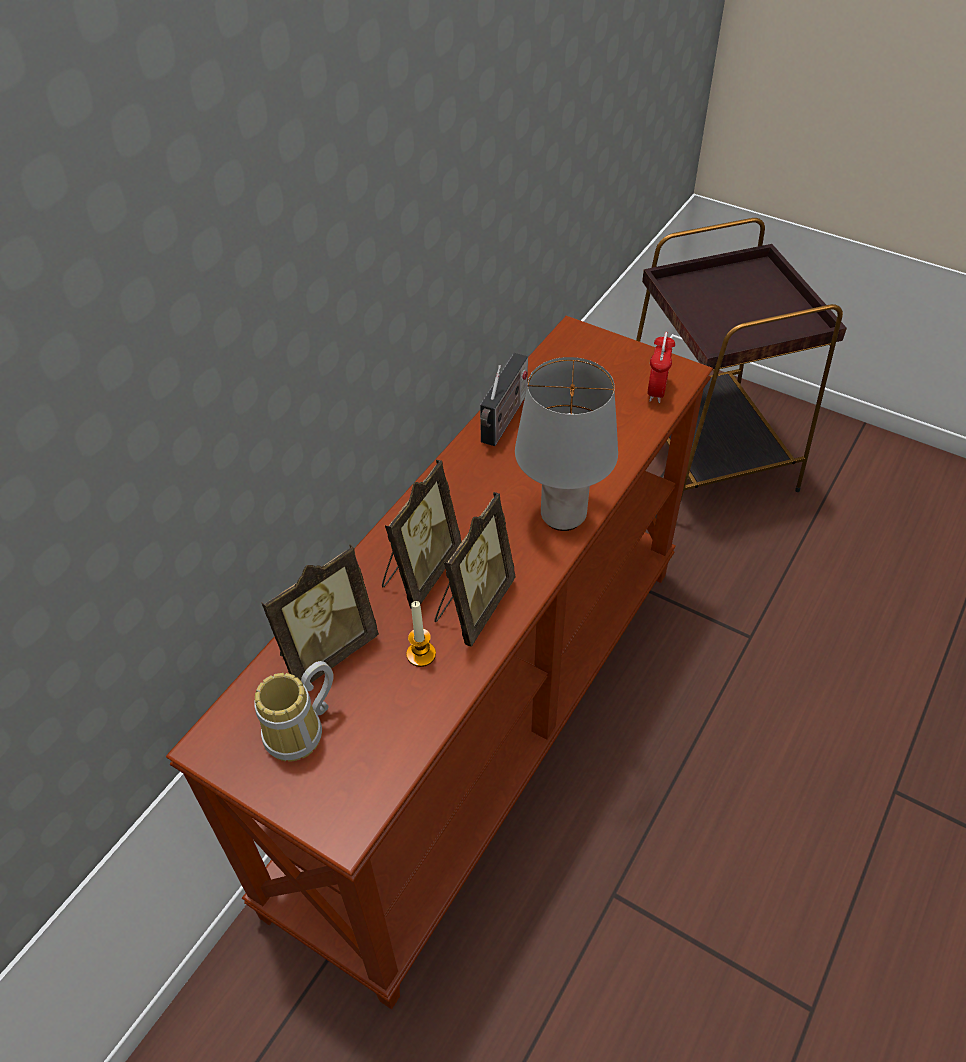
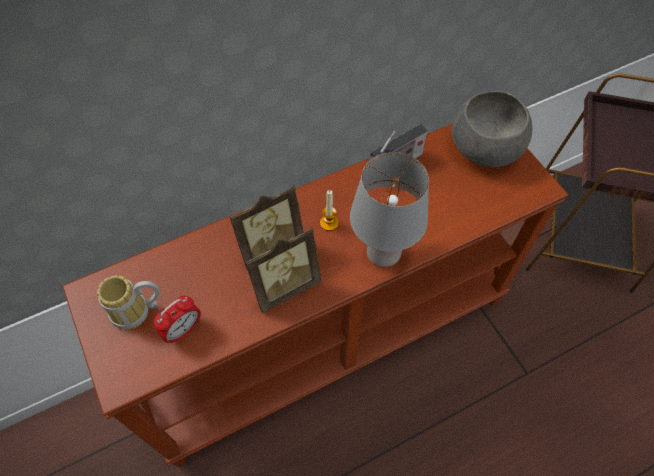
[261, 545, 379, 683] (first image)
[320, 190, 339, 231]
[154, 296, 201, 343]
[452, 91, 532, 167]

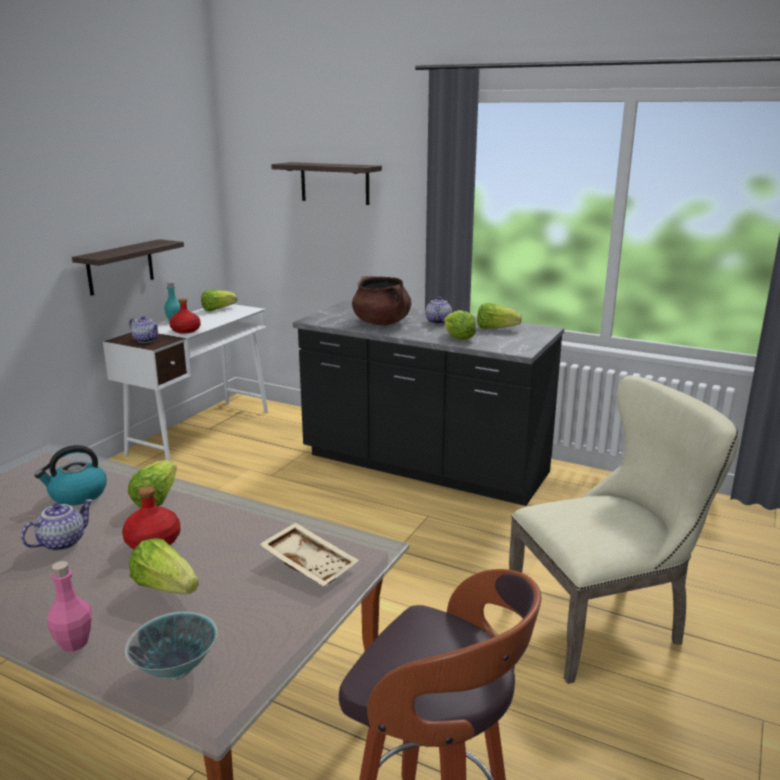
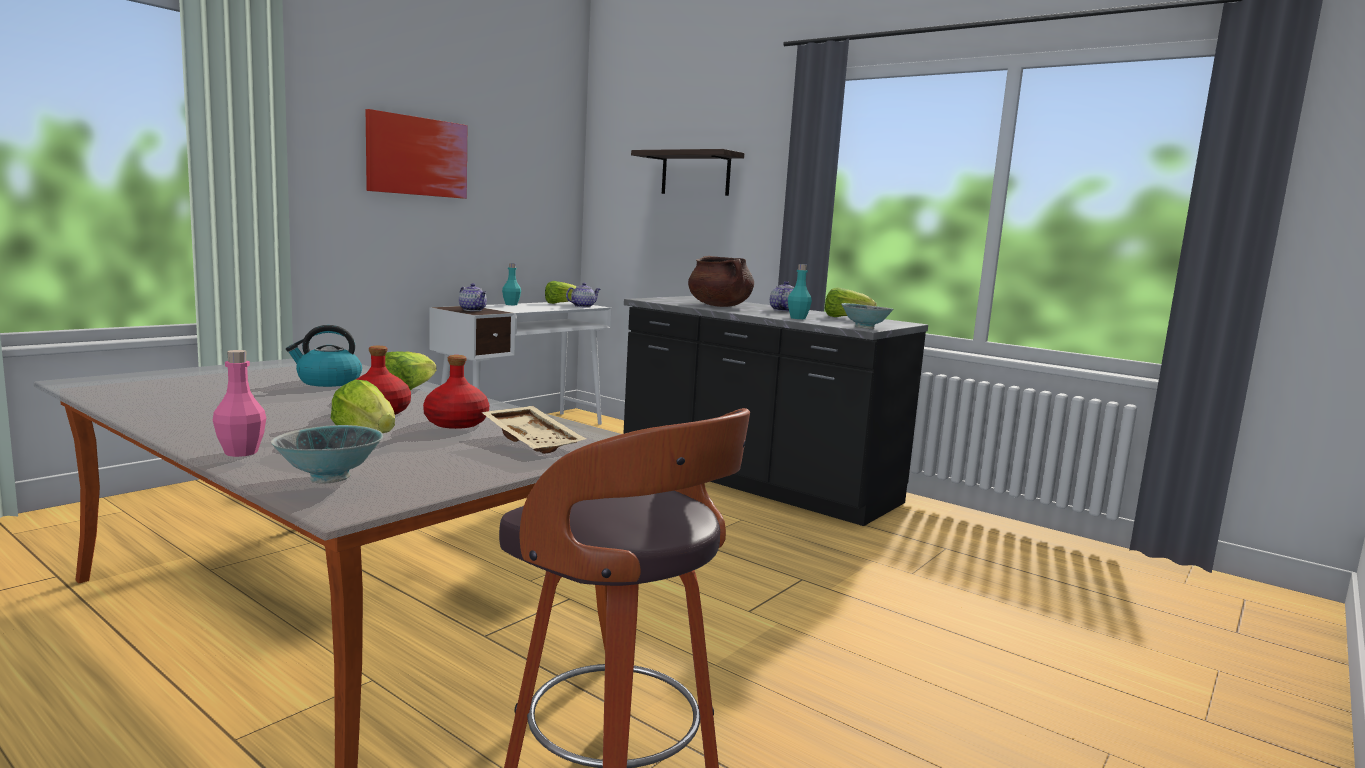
[566, 283, 600, 308]
[72, 239, 184, 296] (first image)
[423, 355, 489, 429]
[788, 264, 812, 319]
[509, 375, 739, 684] (first image)
[366, 109, 467, 199]
[841, 303, 894, 329]

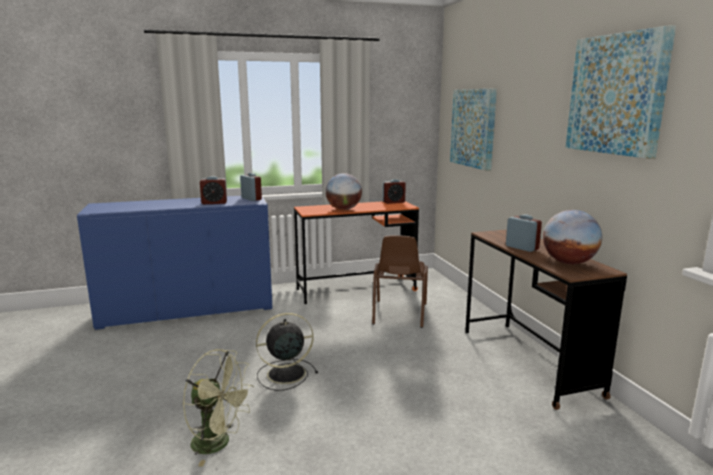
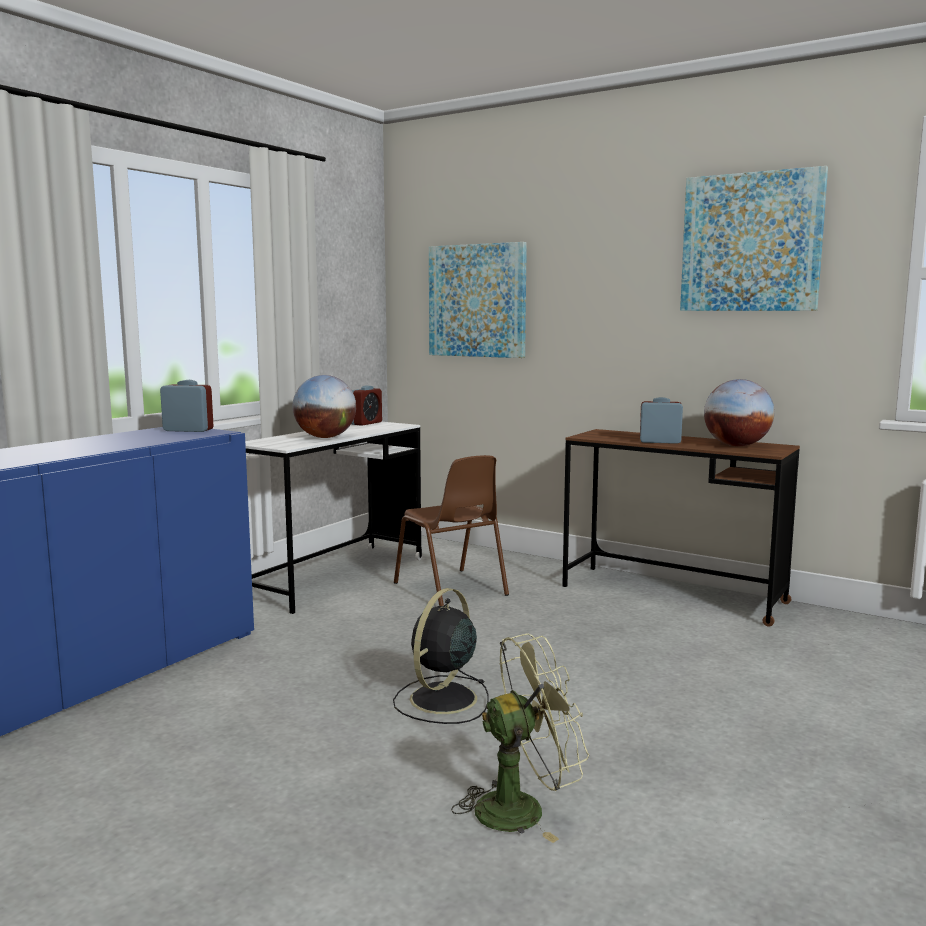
[200, 176, 227, 204] (first image)
[245, 422, 423, 614]

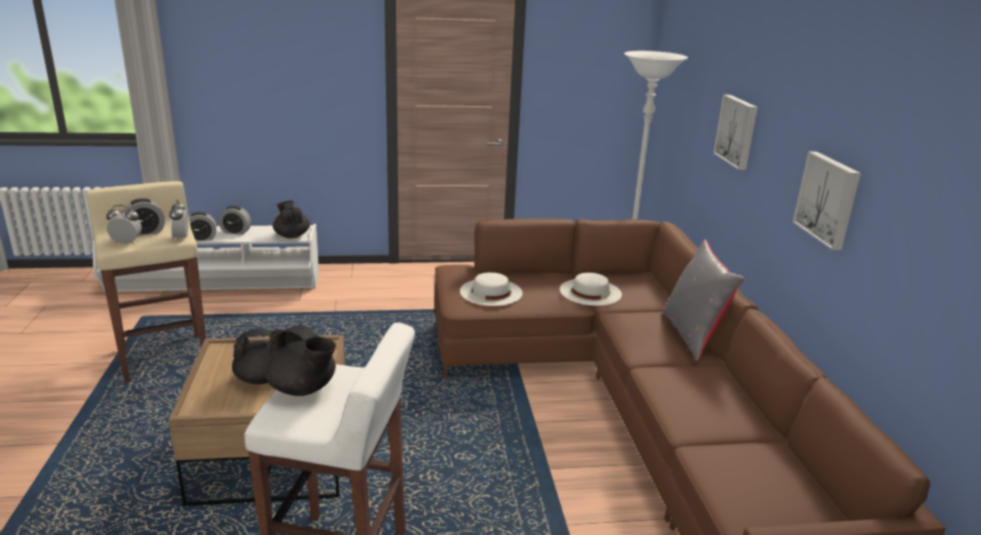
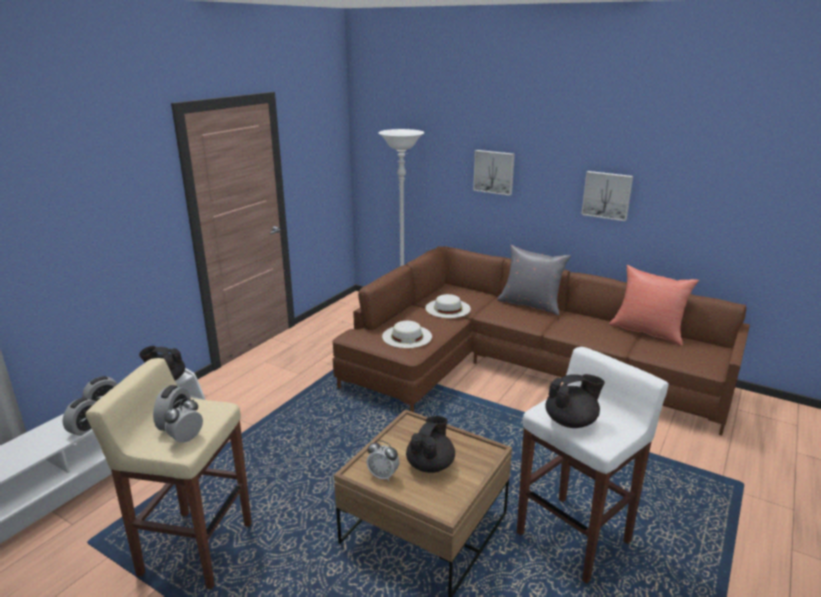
[367, 440, 399, 481]
[609, 265, 699, 346]

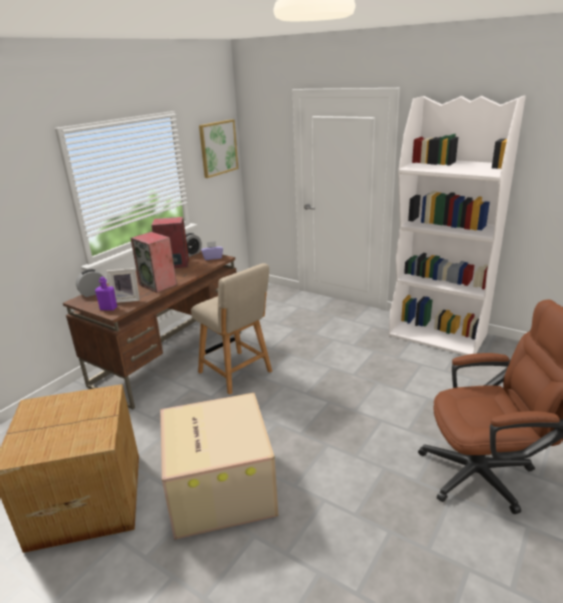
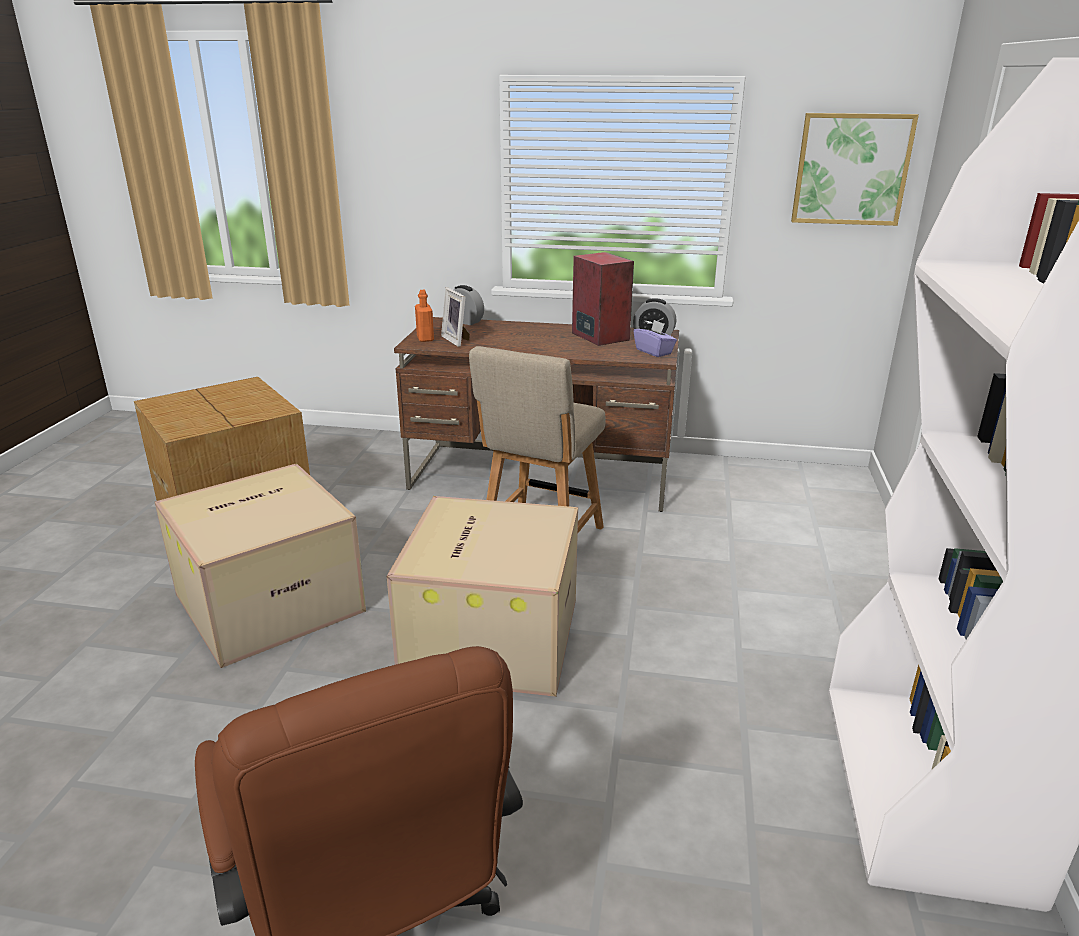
[415, 290, 434, 342]
[131, 232, 177, 293] (first image)
[386, 496, 578, 697]

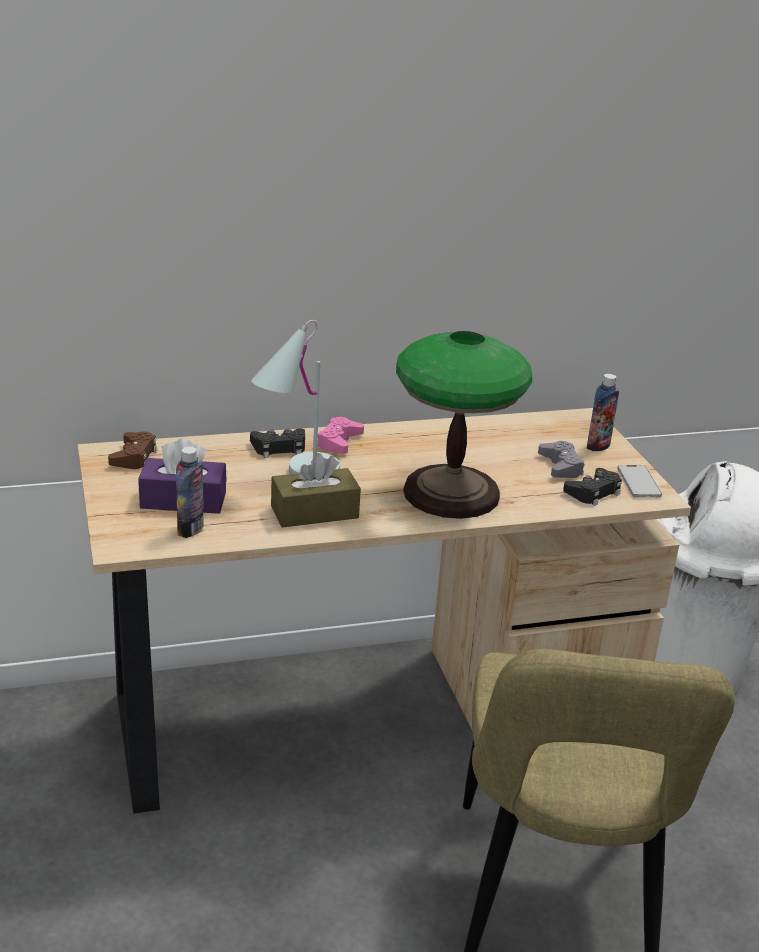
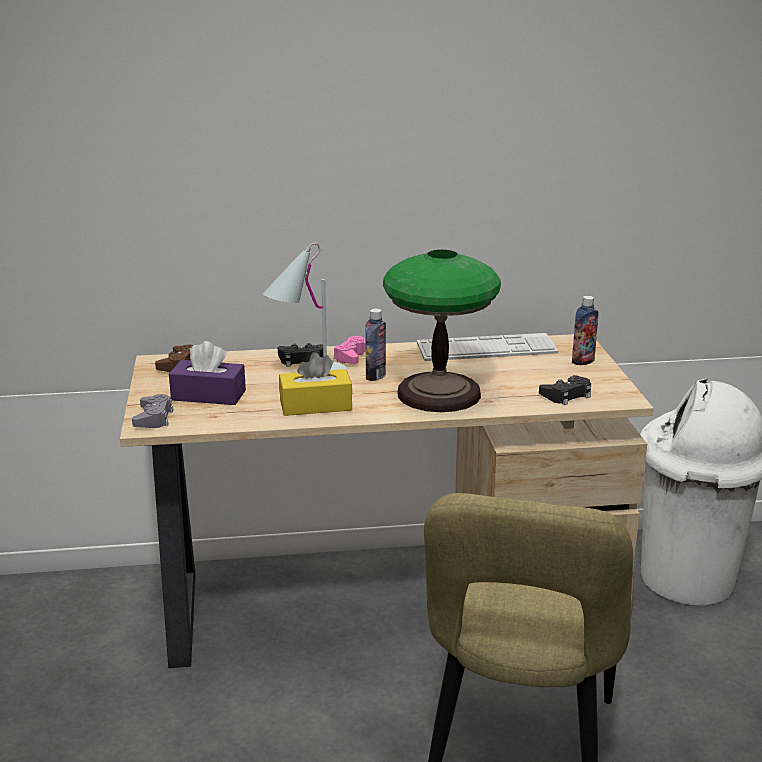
[365, 309, 386, 381]
[279, 352, 352, 416]
[132, 394, 173, 428]
[617, 465, 662, 498] (first image)
[417, 333, 558, 361]

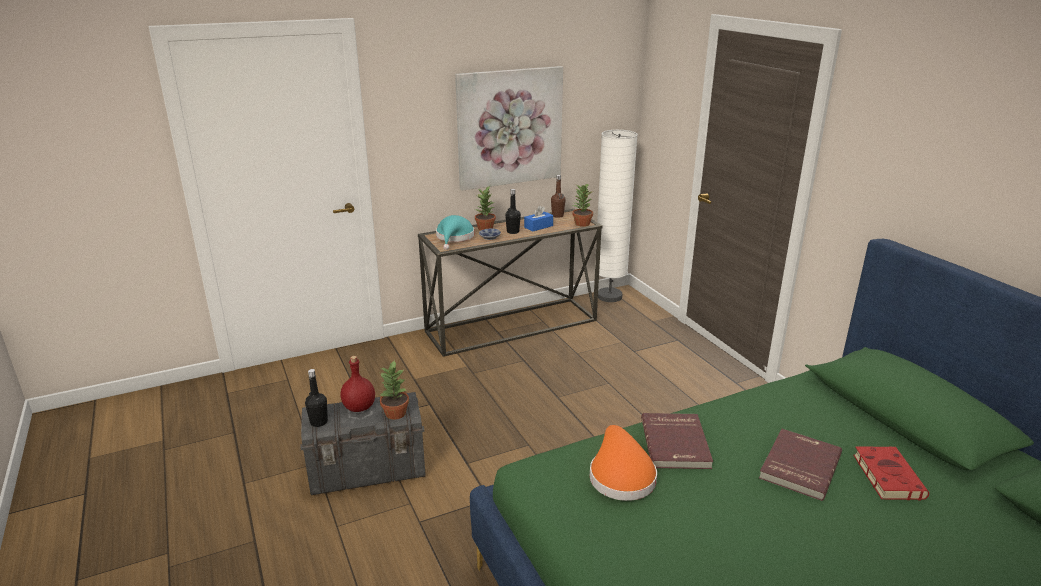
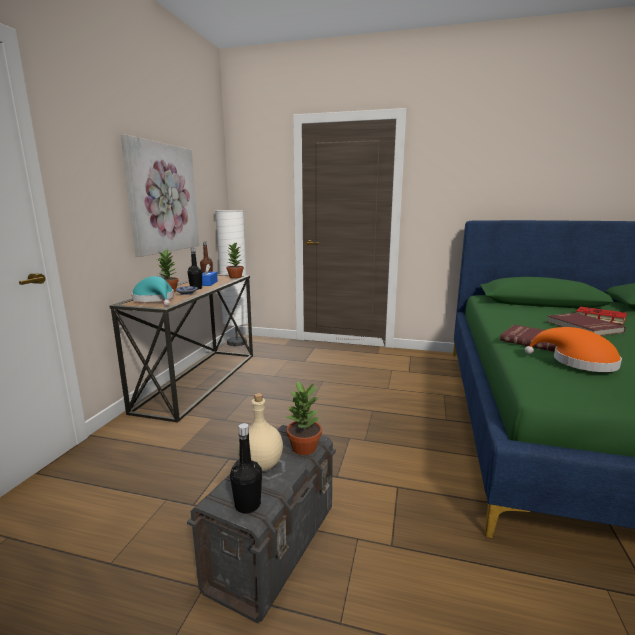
[237, 393, 283, 471]

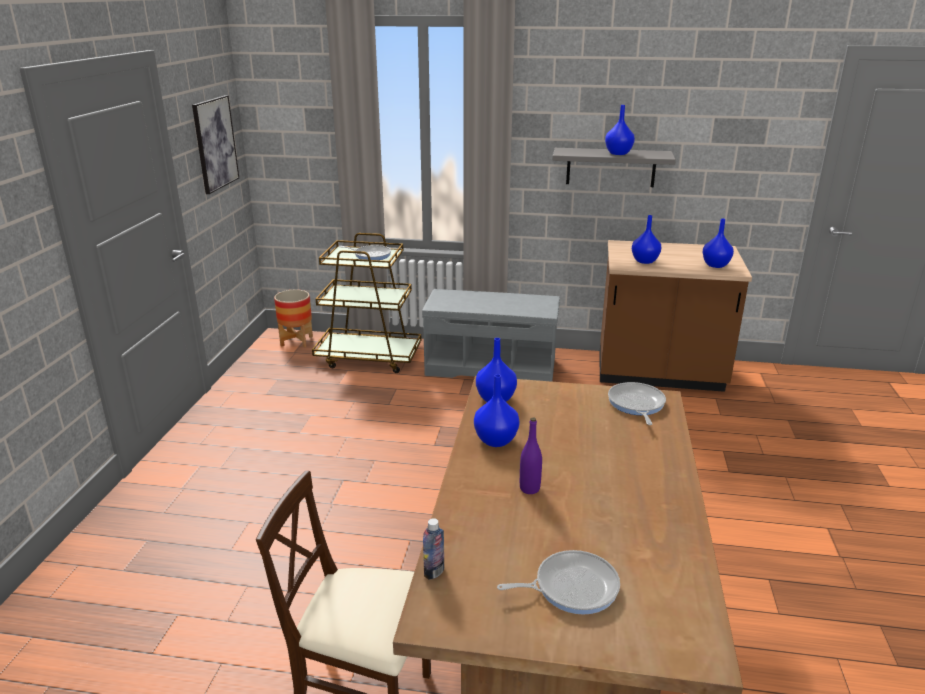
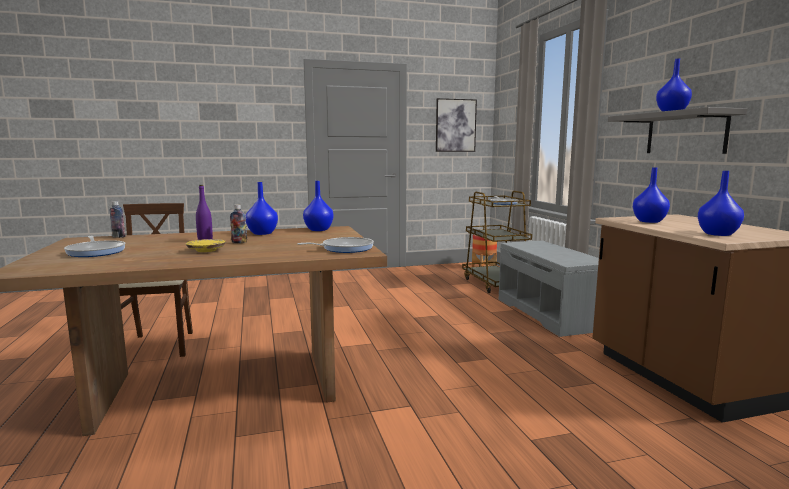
[186, 239, 226, 252]
[230, 204, 247, 243]

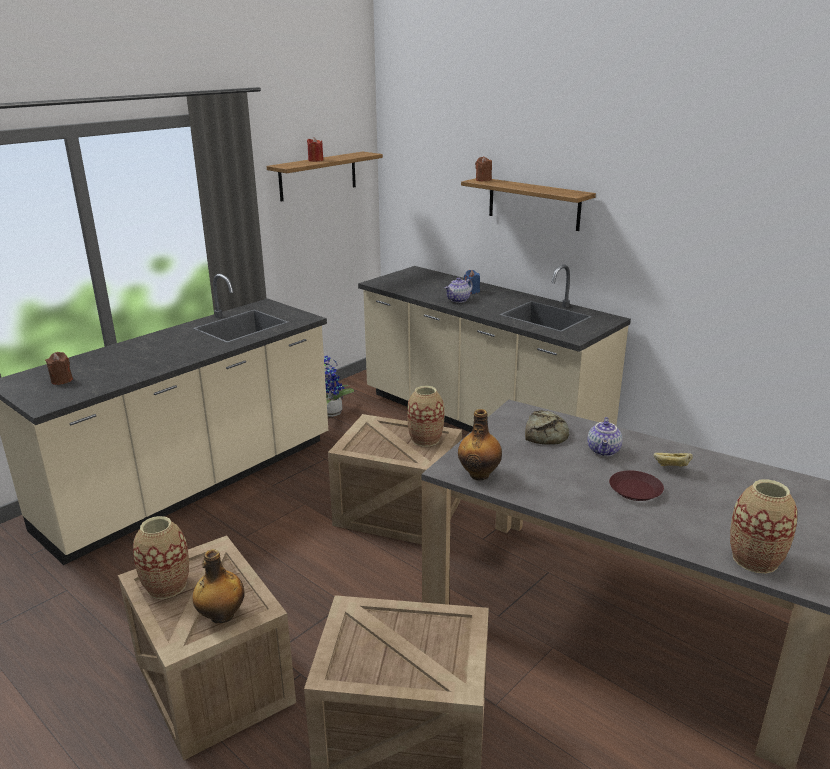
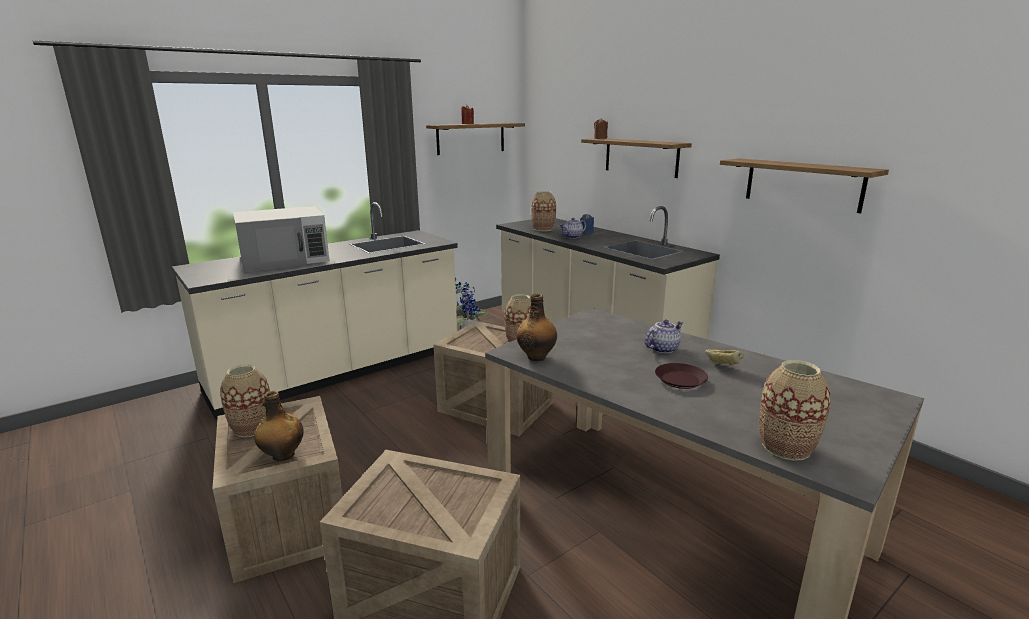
[45, 352, 73, 385] (first image)
[525, 410, 569, 445] (first image)
[645, 320, 683, 353]
[233, 206, 330, 272]
[531, 191, 556, 231]
[720, 158, 889, 213]

